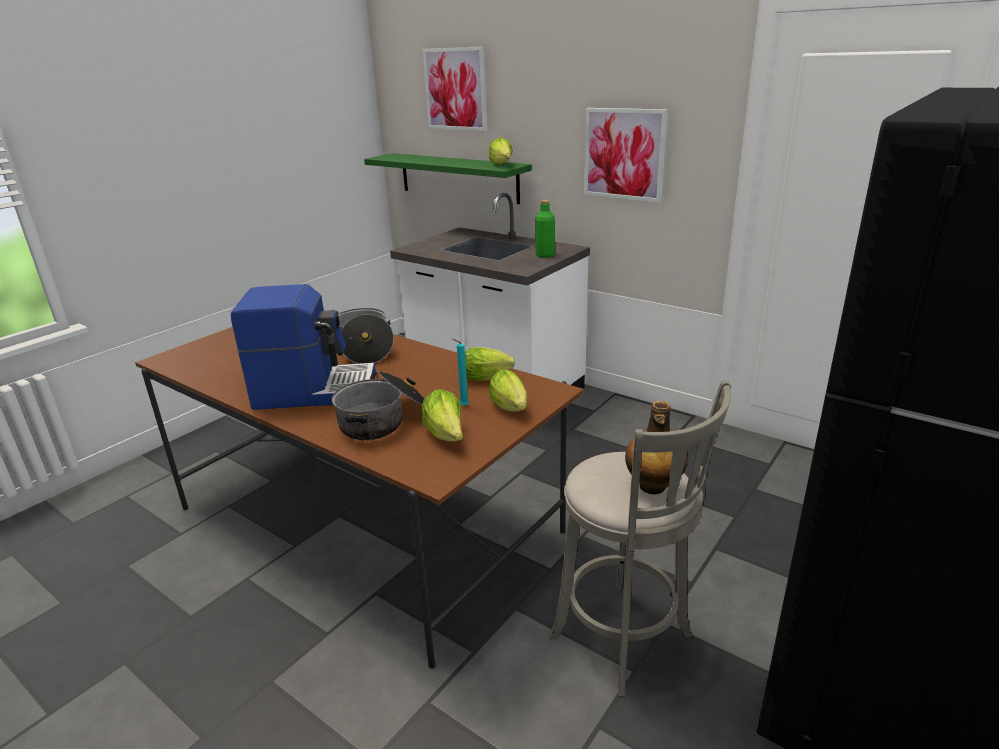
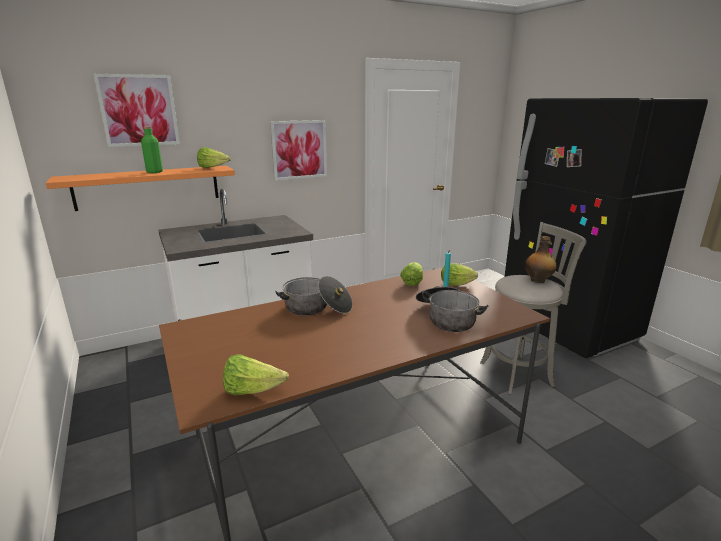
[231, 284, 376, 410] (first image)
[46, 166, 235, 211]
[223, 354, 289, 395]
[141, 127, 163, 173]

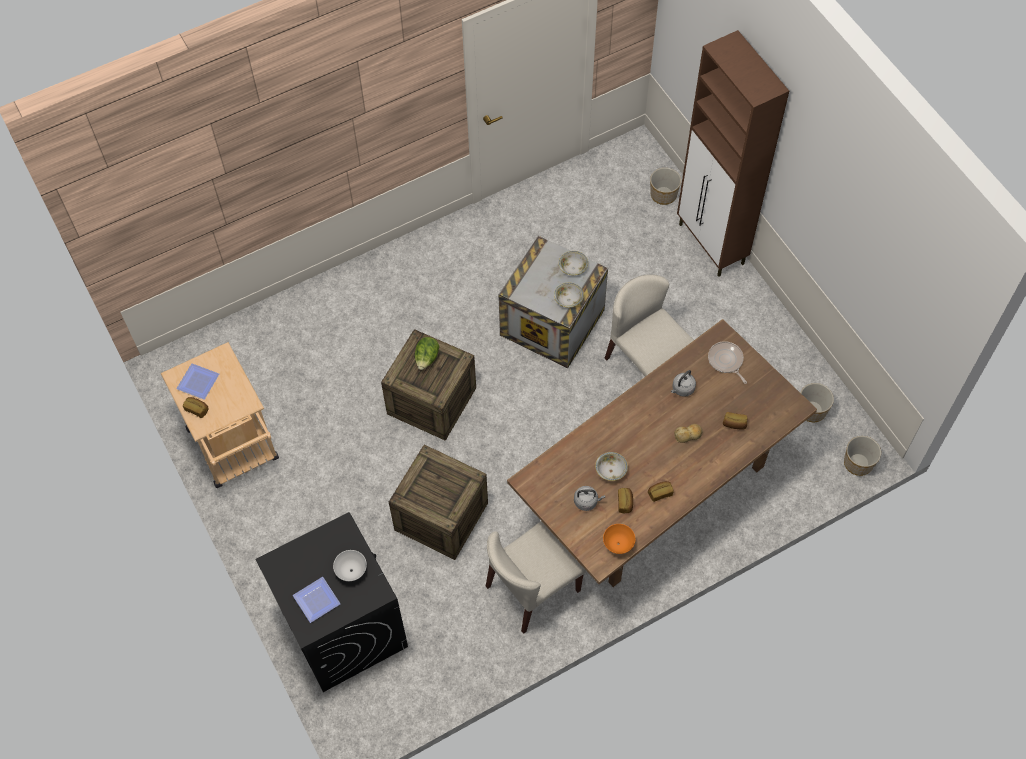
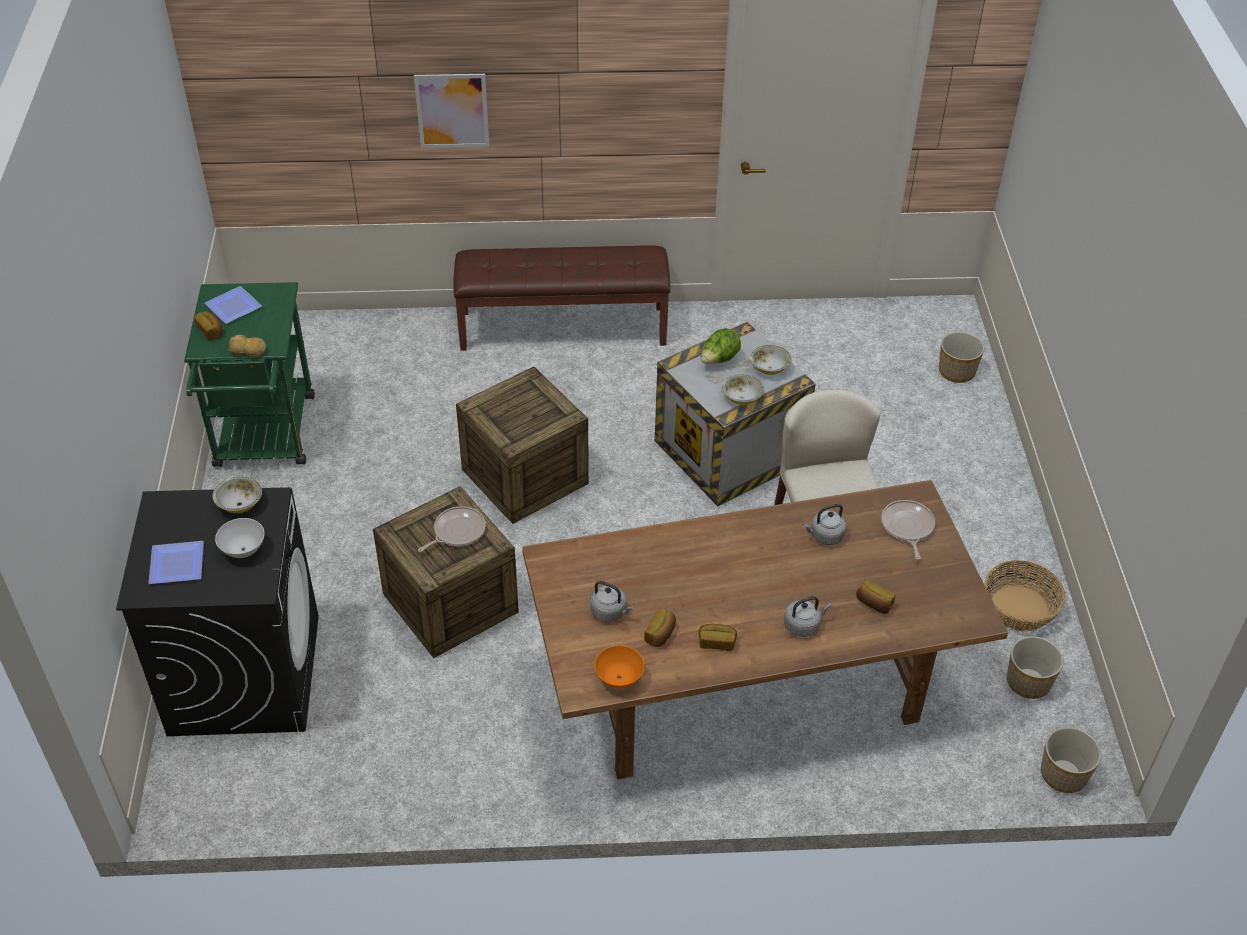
[184, 282, 315, 467]
[701, 328, 741, 364]
[486, 521, 586, 634] (first image)
[212, 476, 262, 513]
[228, 335, 266, 357]
[677, 30, 789, 277] (first image)
[414, 74, 489, 148]
[418, 506, 486, 552]
[453, 245, 670, 351]
[784, 596, 831, 637]
[984, 560, 1065, 631]

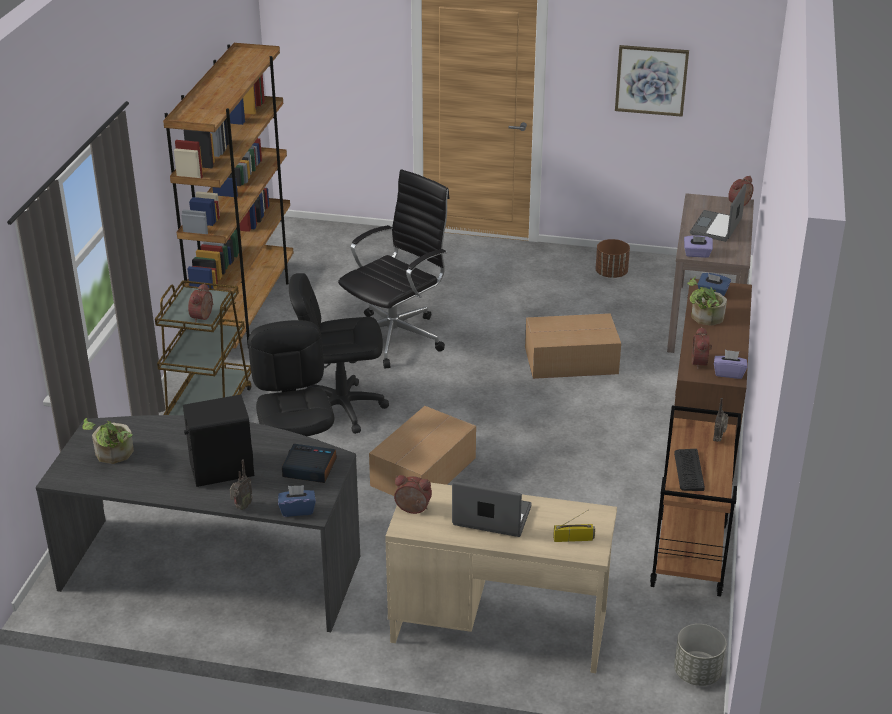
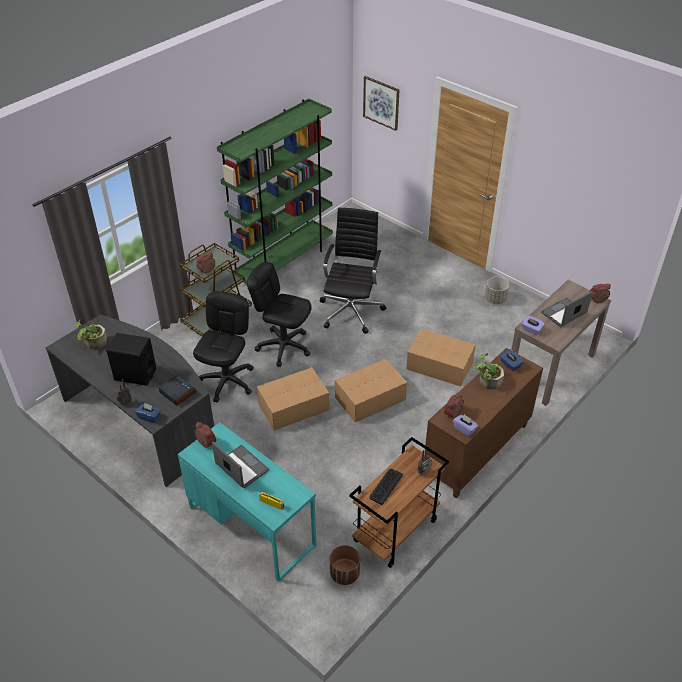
[217, 99, 333, 284]
[320, 208, 386, 334]
[178, 422, 316, 581]
[330, 545, 360, 585]
[363, 76, 400, 131]
[485, 277, 509, 304]
[335, 359, 407, 422]

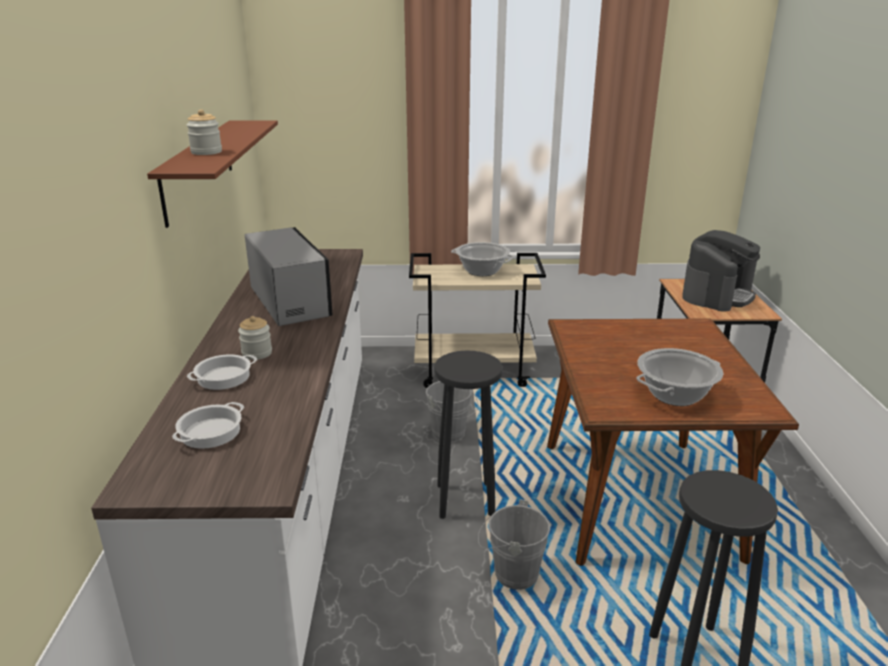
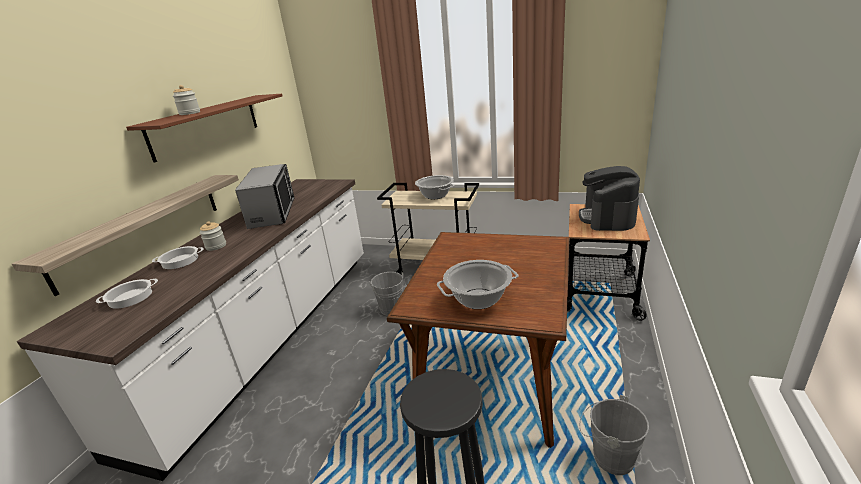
[434, 350, 503, 519] (first image)
[580, 395, 649, 475]
[579, 166, 640, 231]
[12, 175, 239, 296]

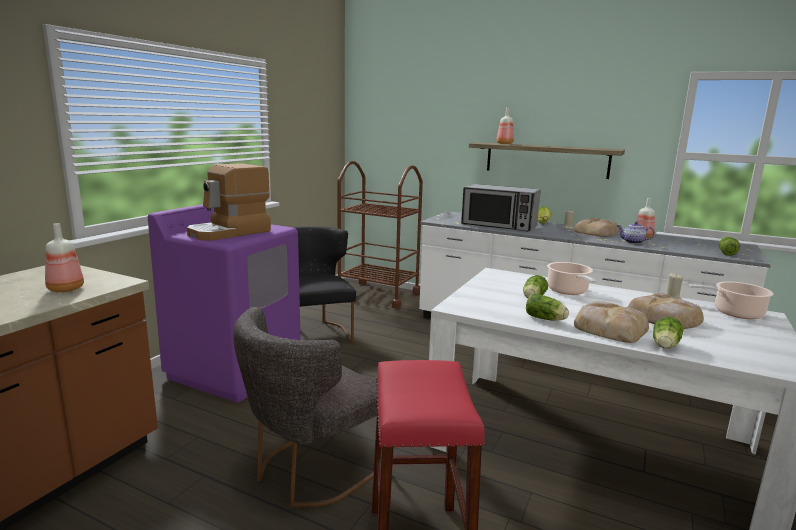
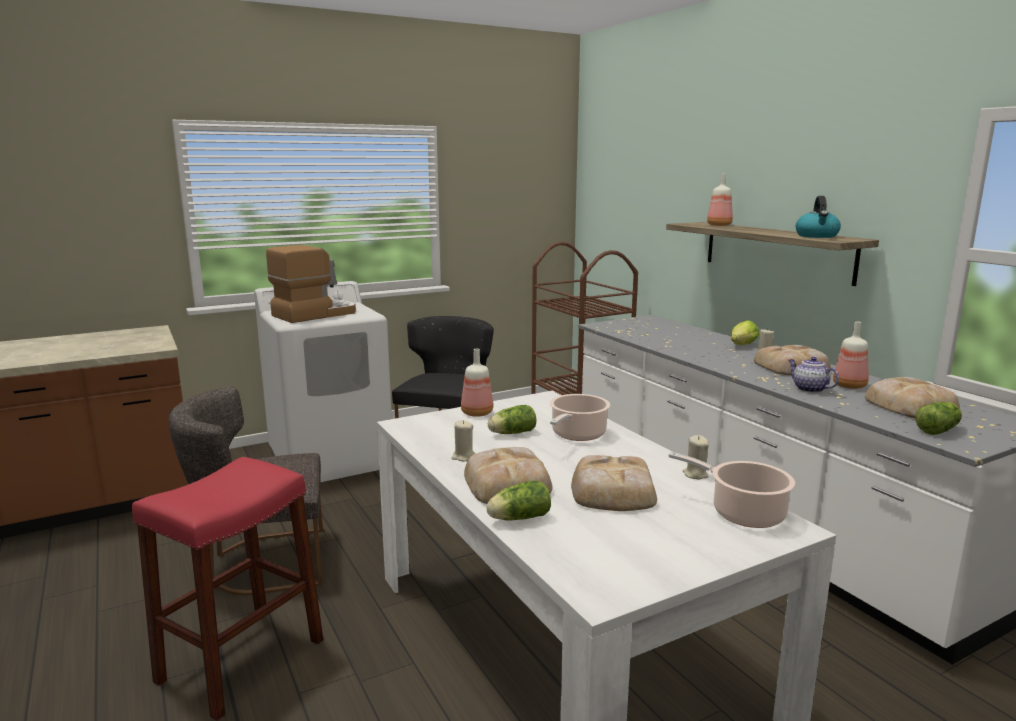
[461, 349, 493, 417]
[254, 281, 392, 482]
[266, 245, 356, 323]
[461, 184, 541, 232] (first image)
[451, 420, 475, 461]
[796, 196, 841, 238]
[865, 377, 960, 418]

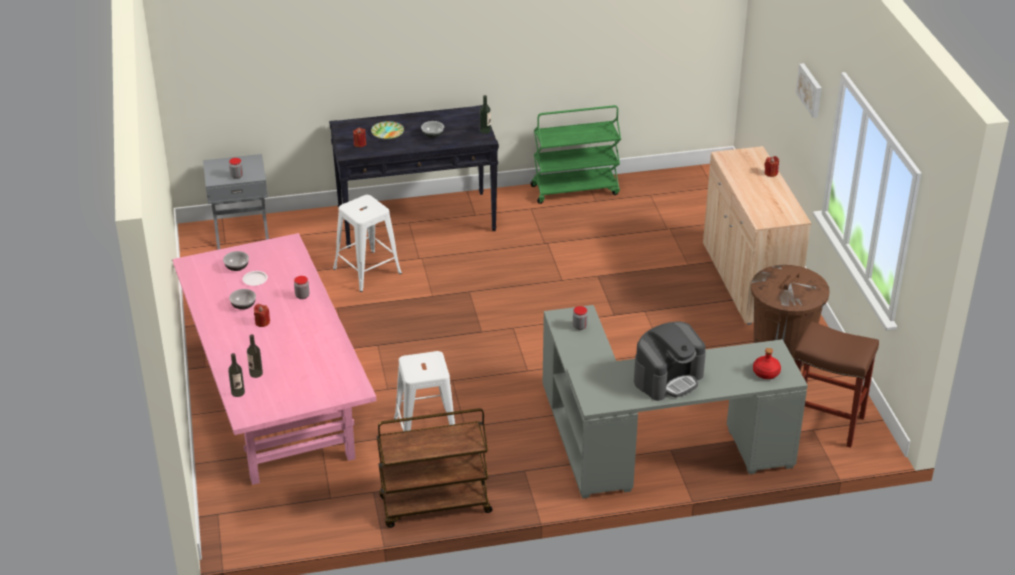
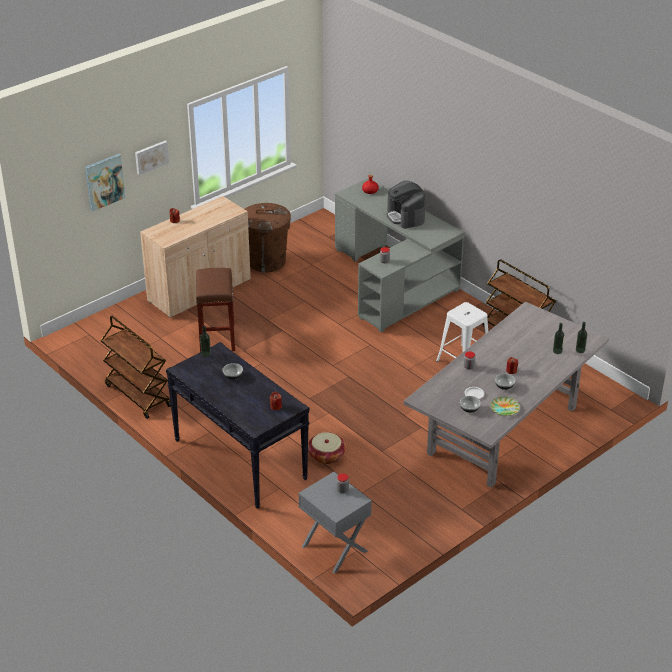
[404, 302, 609, 488]
[308, 432, 346, 464]
[490, 396, 520, 416]
[100, 316, 171, 419]
[386, 181, 425, 229]
[196, 268, 235, 352]
[85, 154, 125, 212]

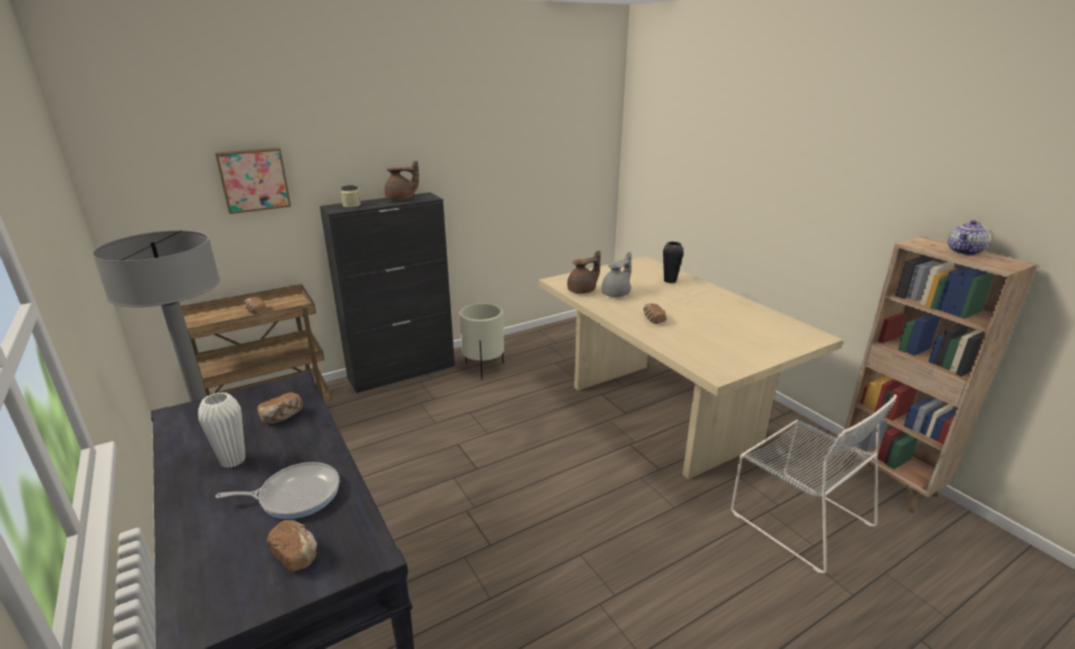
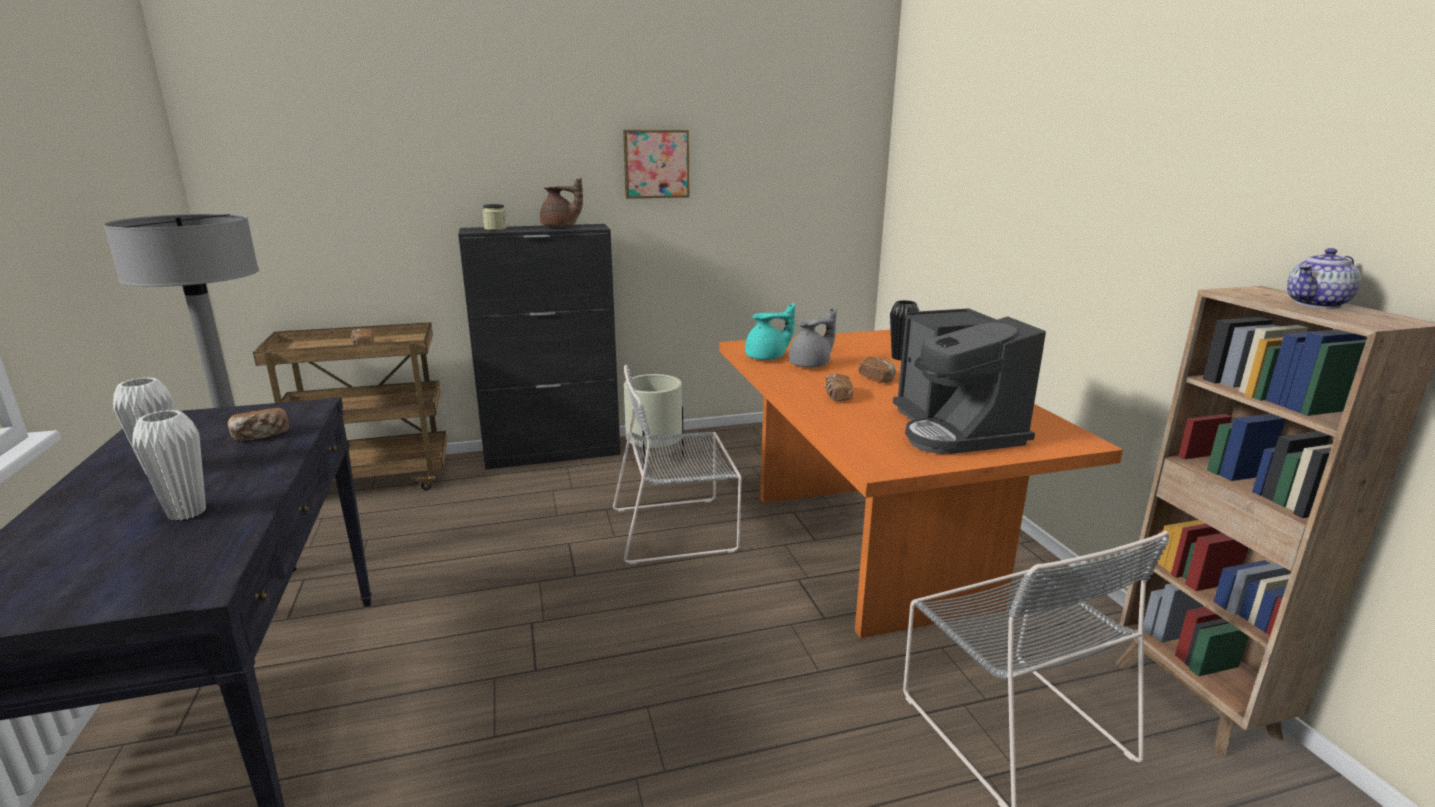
[623, 130, 689, 199]
[132, 410, 206, 521]
[858, 357, 896, 383]
[719, 330, 1123, 638]
[745, 303, 795, 360]
[613, 364, 742, 564]
[893, 308, 1046, 454]

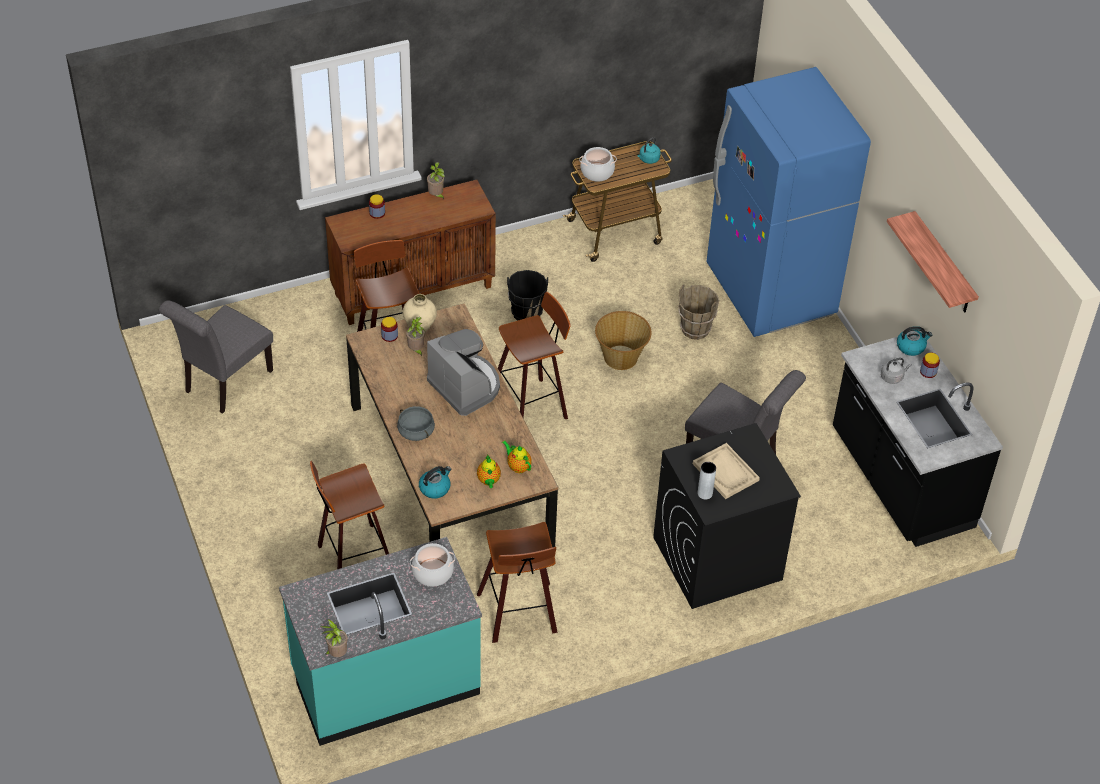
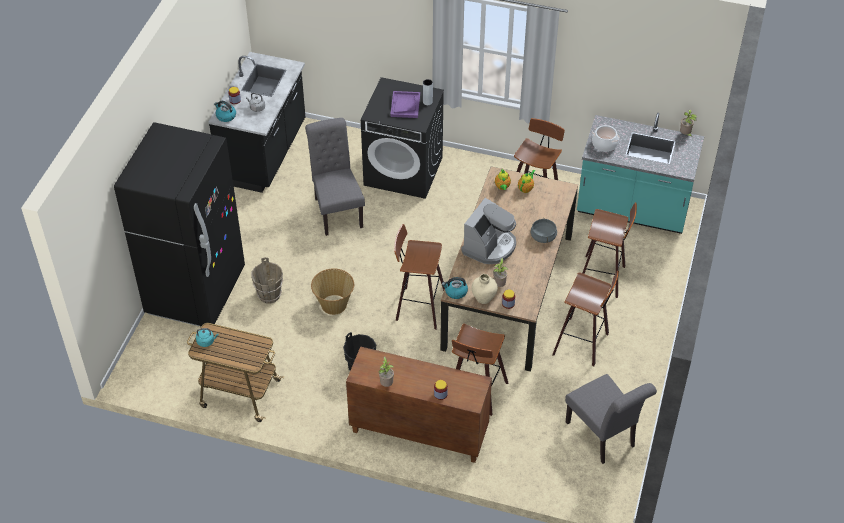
[565, 374, 657, 464]
[442, 277, 468, 299]
[461, 198, 516, 264]
[579, 147, 617, 182] (first image)
[390, 91, 420, 118]
[114, 122, 245, 327]
[887, 211, 979, 313] (first image)
[552, 271, 619, 366]

